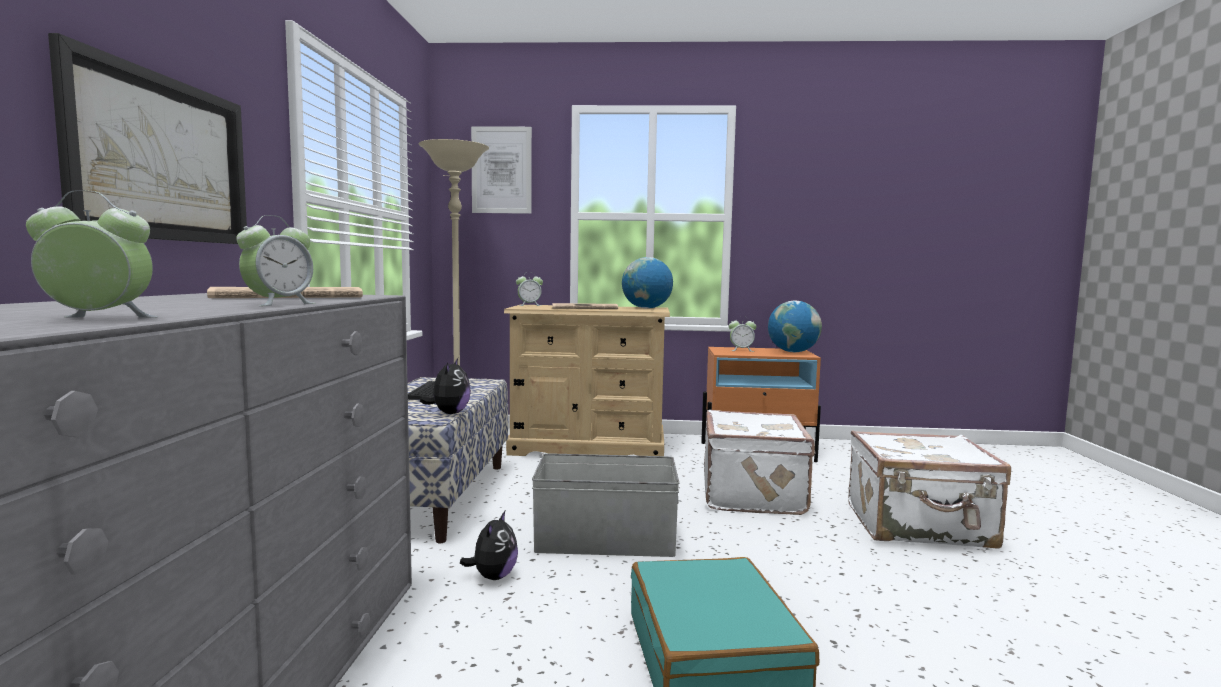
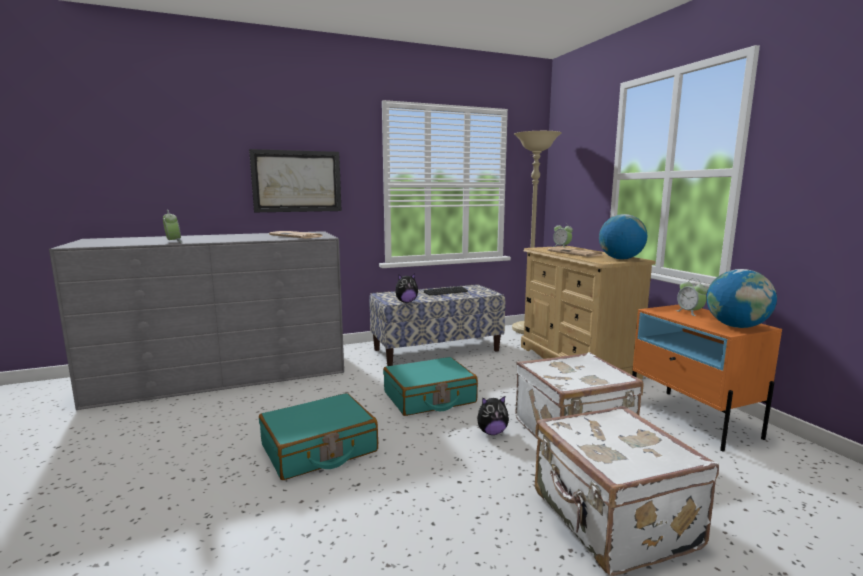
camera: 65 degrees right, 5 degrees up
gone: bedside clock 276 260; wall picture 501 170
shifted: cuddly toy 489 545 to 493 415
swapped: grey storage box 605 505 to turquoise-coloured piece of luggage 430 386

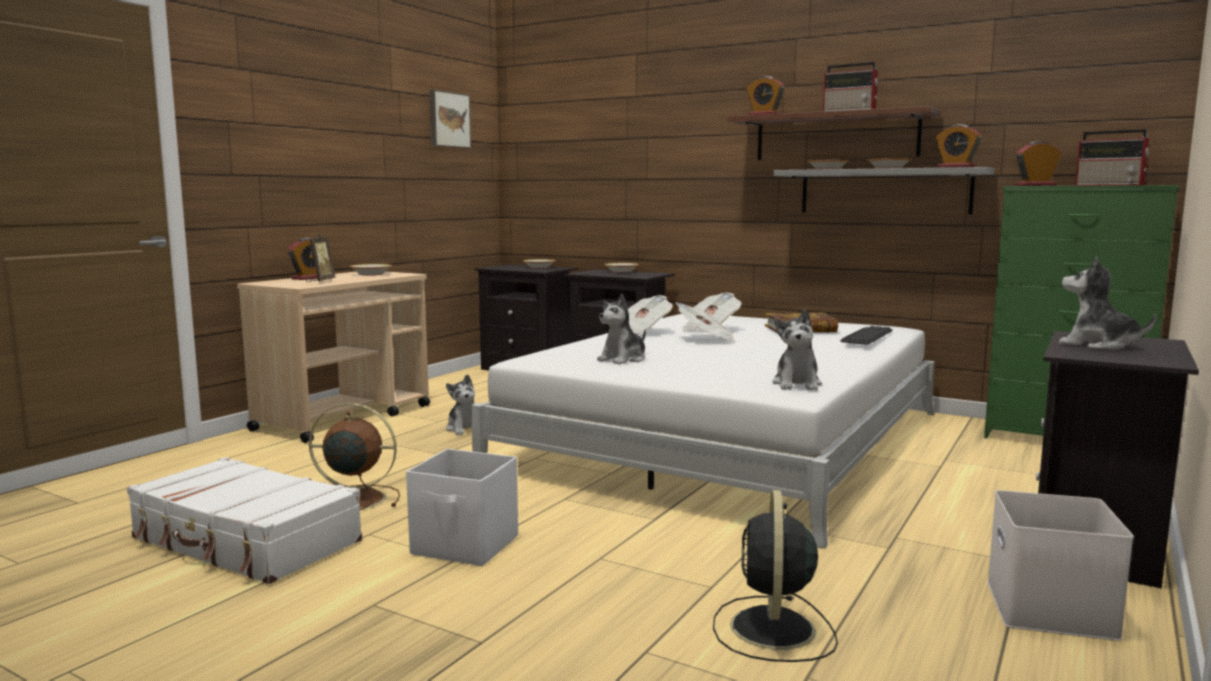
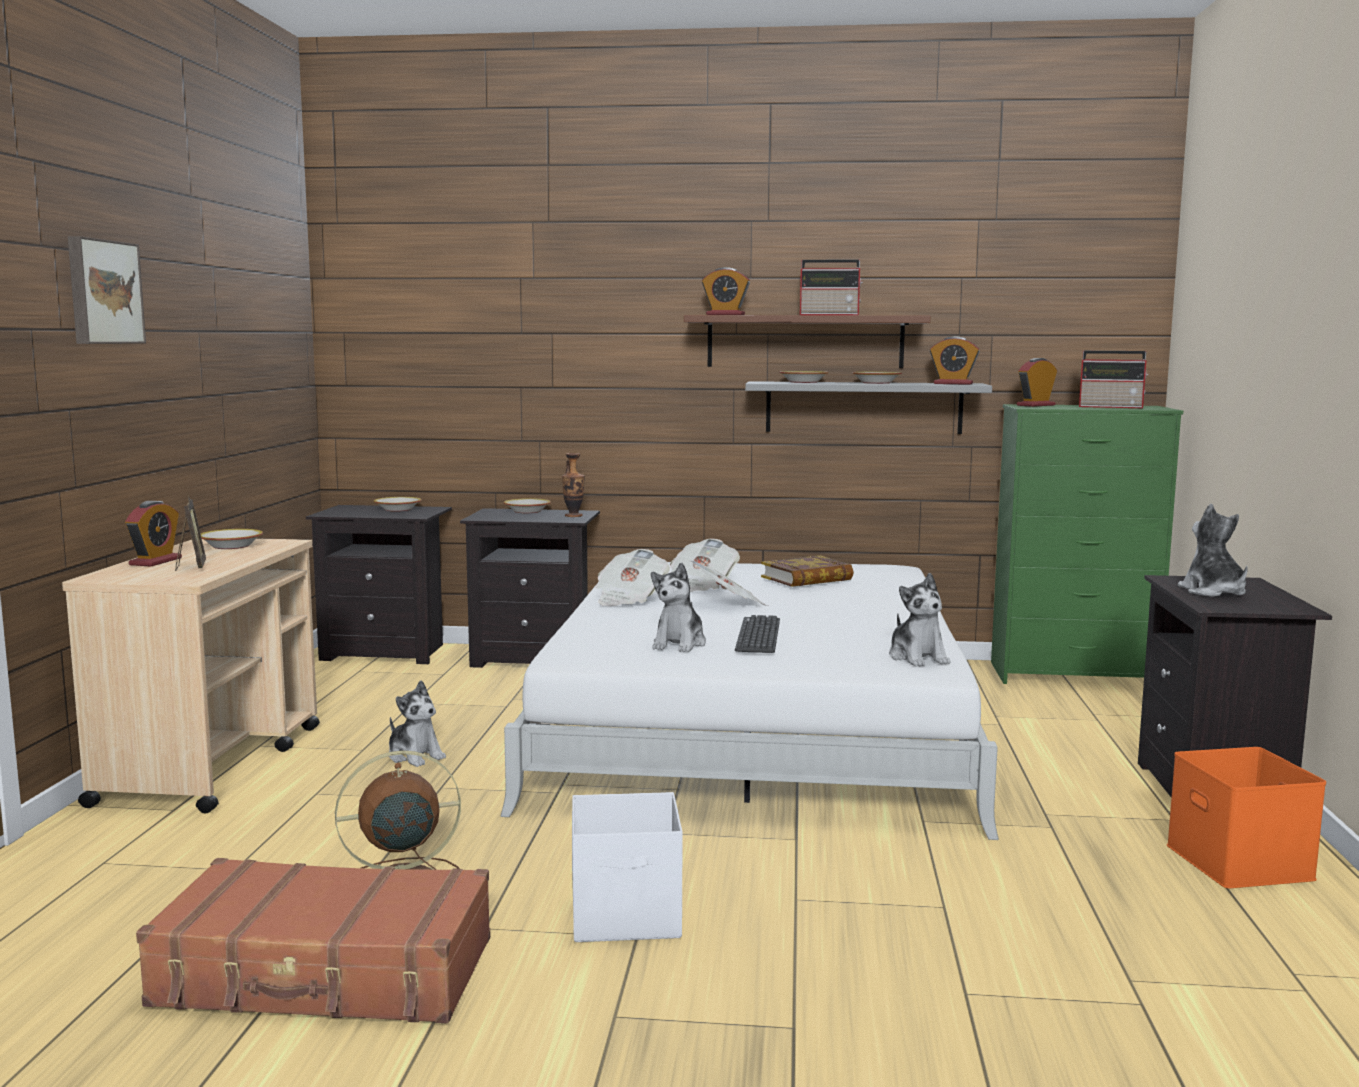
camera: 25 degrees left, 0 degrees up
gone: black-coloured fan 775 576
new: flower vase 573 485
shifted: wall picture 450 119 to 107 290; computer keyboard 866 335 to 757 634
repainted: white piece of luggage 244 520 to brown piece of luggage 313 941; white storage box 1060 565 to orange-coloured storage box 1246 817
rotated: cuddly toy 1107 303 = 1213 550 60 degrees clockwise

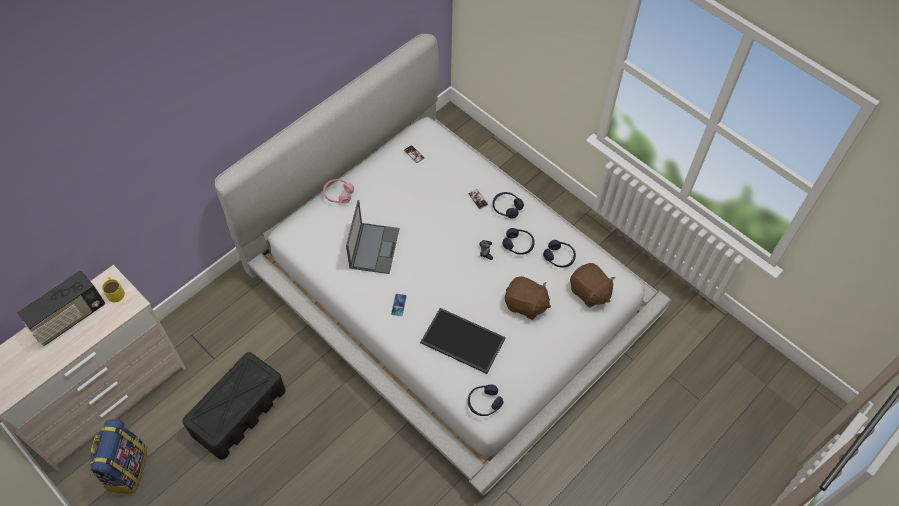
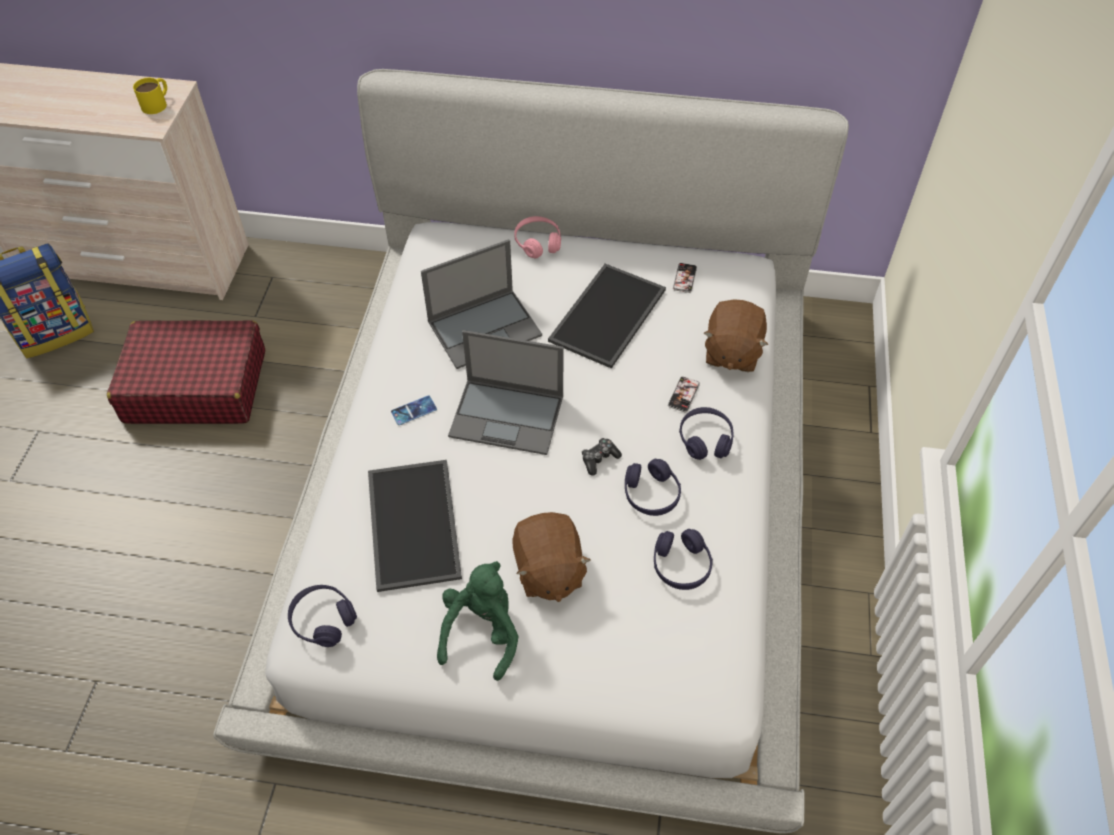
camera: 55 degrees right, 5 degrees down
gone: radio 61 308
new: greenish cuddly toy 478 621; portable computer 506 392; tray 607 316
shifted: brown cuddly toy 592 285 to 736 335
swapped: black-coloured storage box 234 406 to reddish piece of luggage 186 372

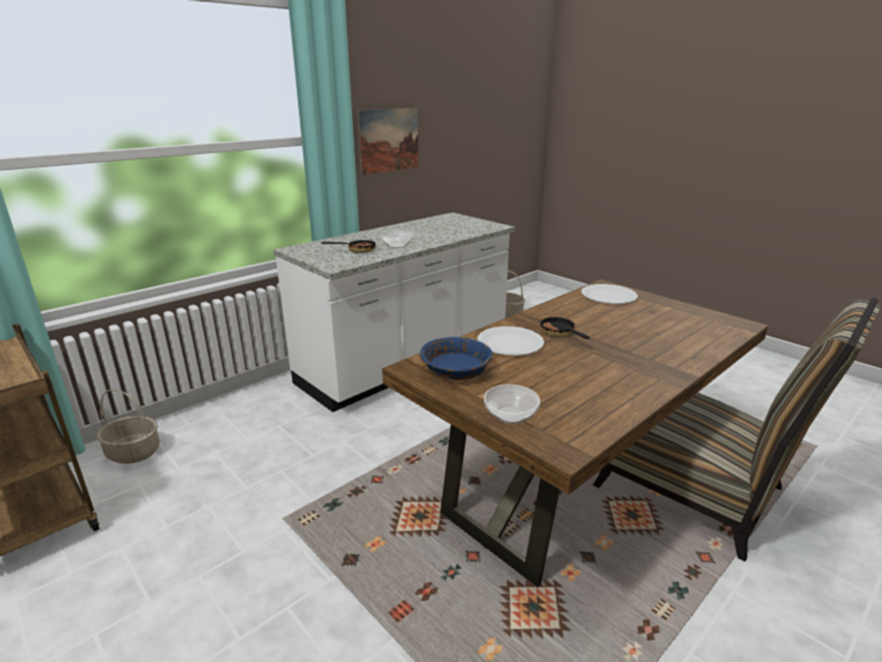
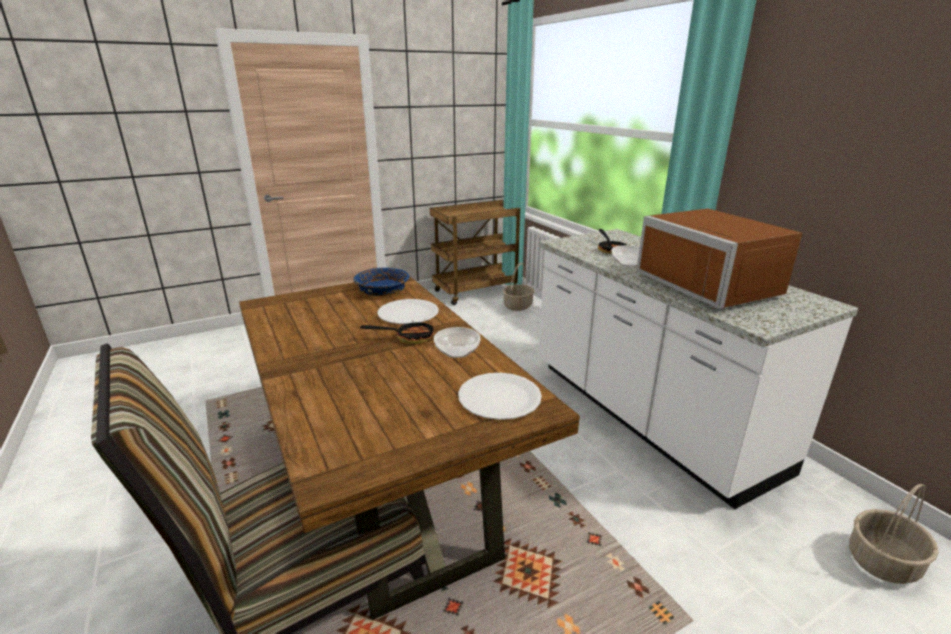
camera: 105 degrees right, 0 degrees up
gone: wall picture 388 141
new: brown kitchen microwave 719 259
shifted: serving bowl 512 404 to 457 342

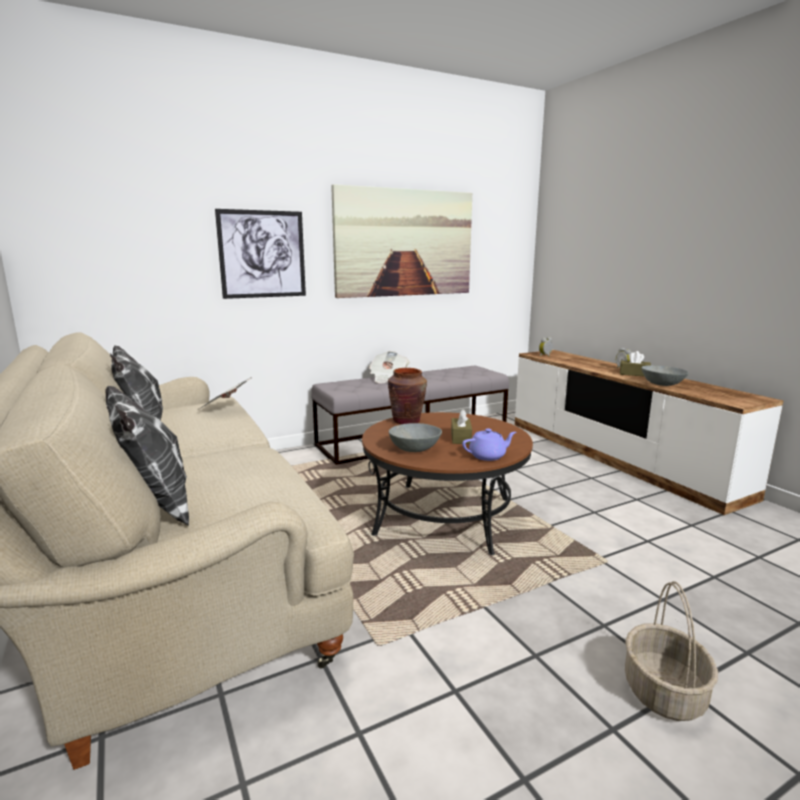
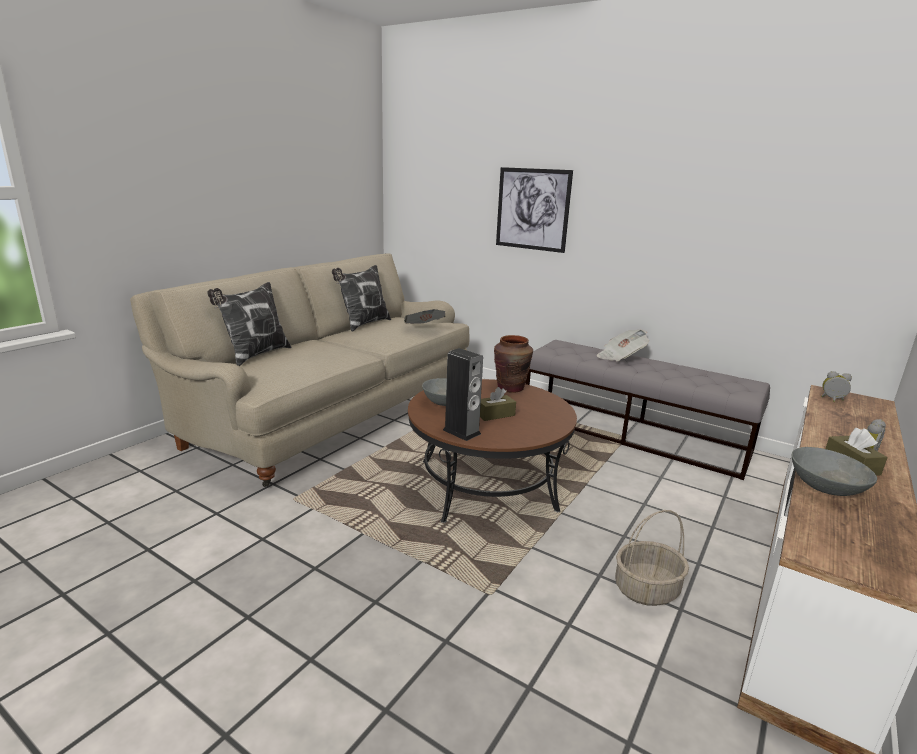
camera: 60 degrees right, 5 degrees up
gone: wall picture 401 241
shifted: household basket 671 651 to 652 558
swapped: purple pot for tea 489 445 to speaker 463 394

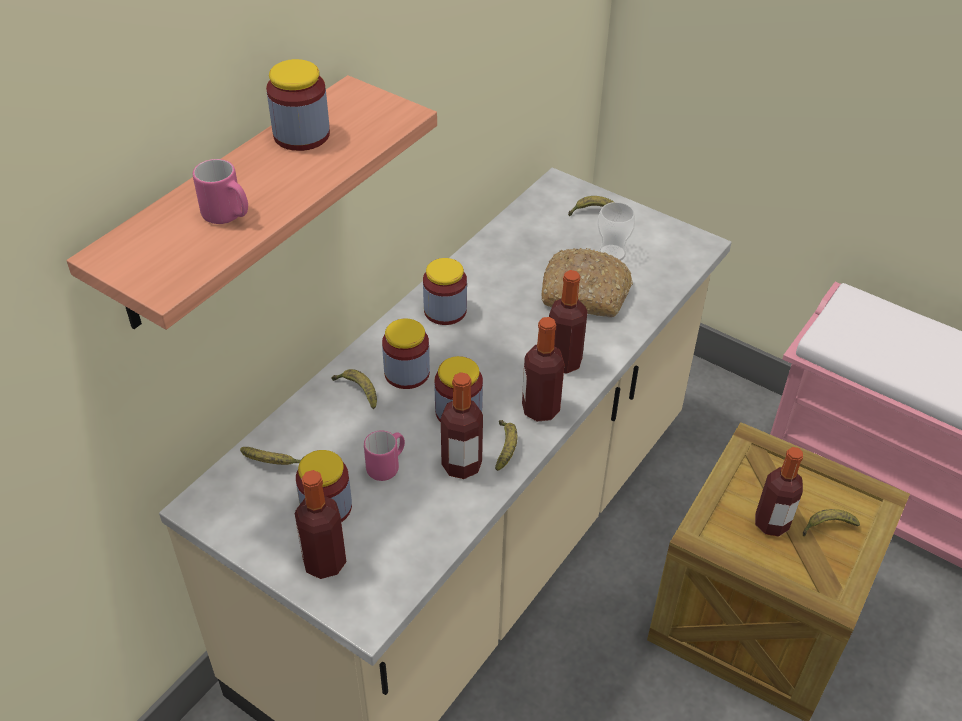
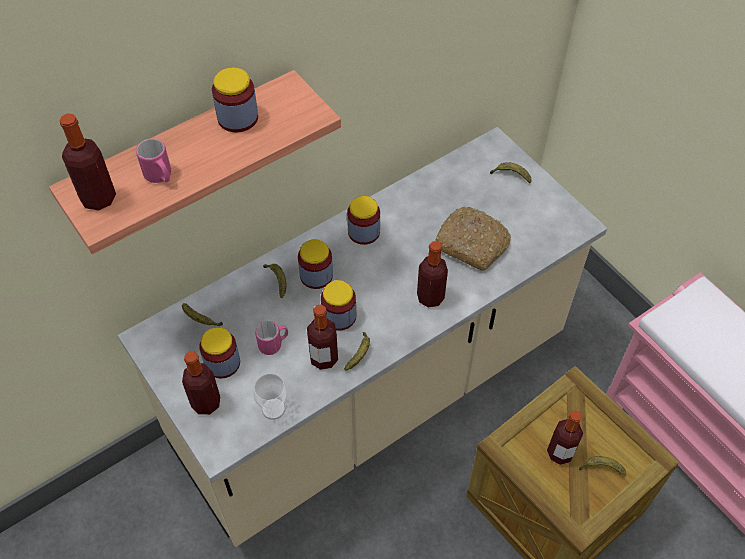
camera: 20 degrees right, 10 degrees up
shifted: beverage bottle 543 369 to 88 162; cup 616 231 to 270 396

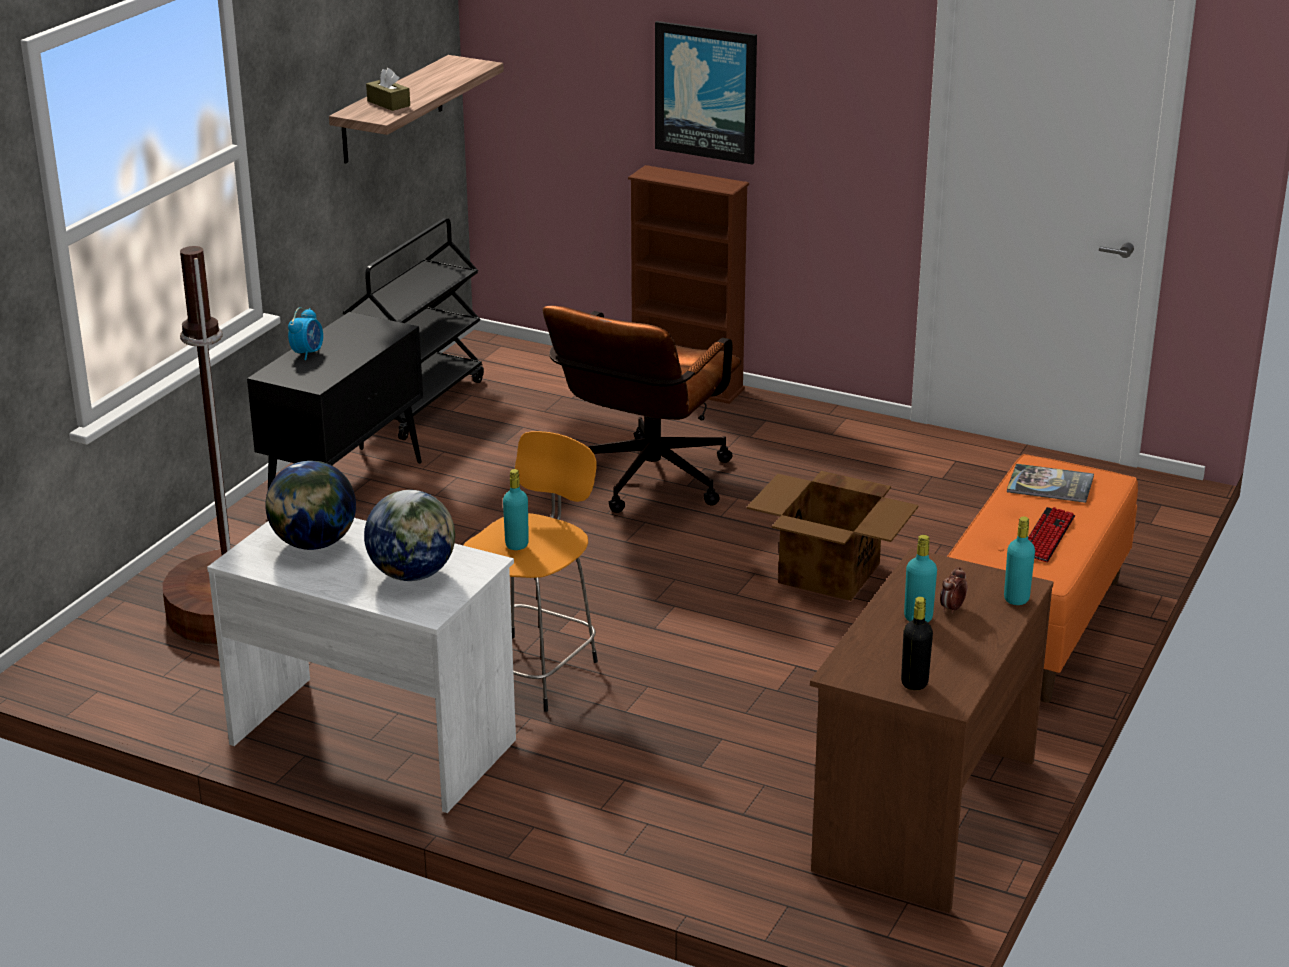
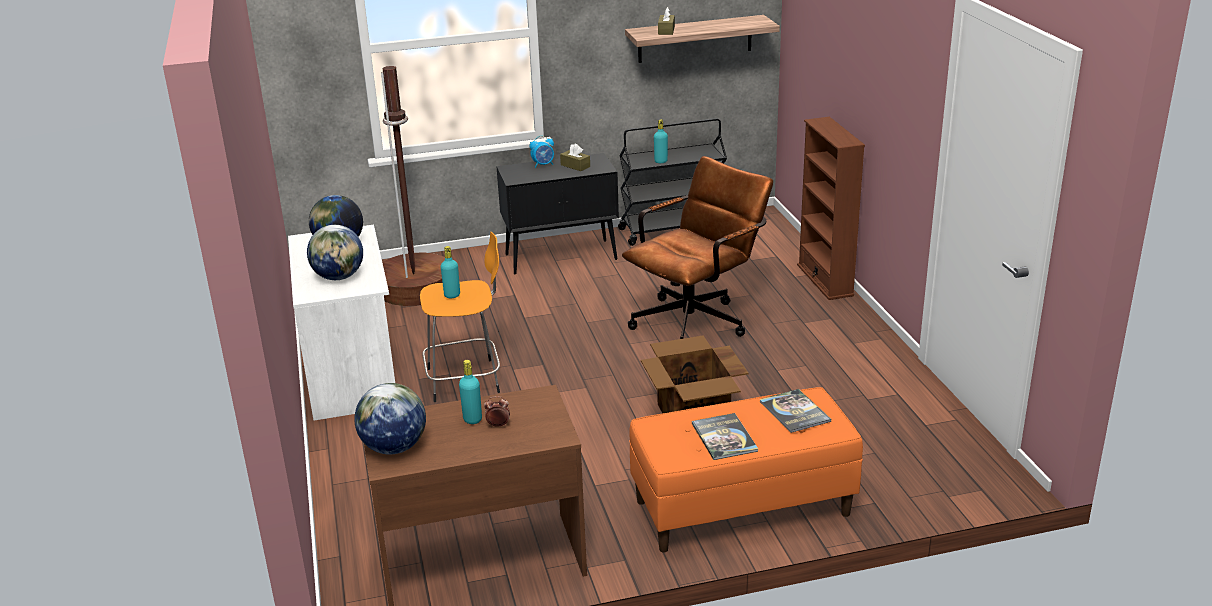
camera: 50 degrees right, 0 degrees up
gone: wall picture 706 93
new: brown box of tissues 575 157
shifted: turquoise-coloured beverage bottle 1019 561 to 661 141
swapped: black-coloured beverage bottle 917 643 to world globe 390 418; computer keyboard 1051 534 to book 725 436
rotated: brown desk chair 642 409 = 697 247 150 degrees clockwise

